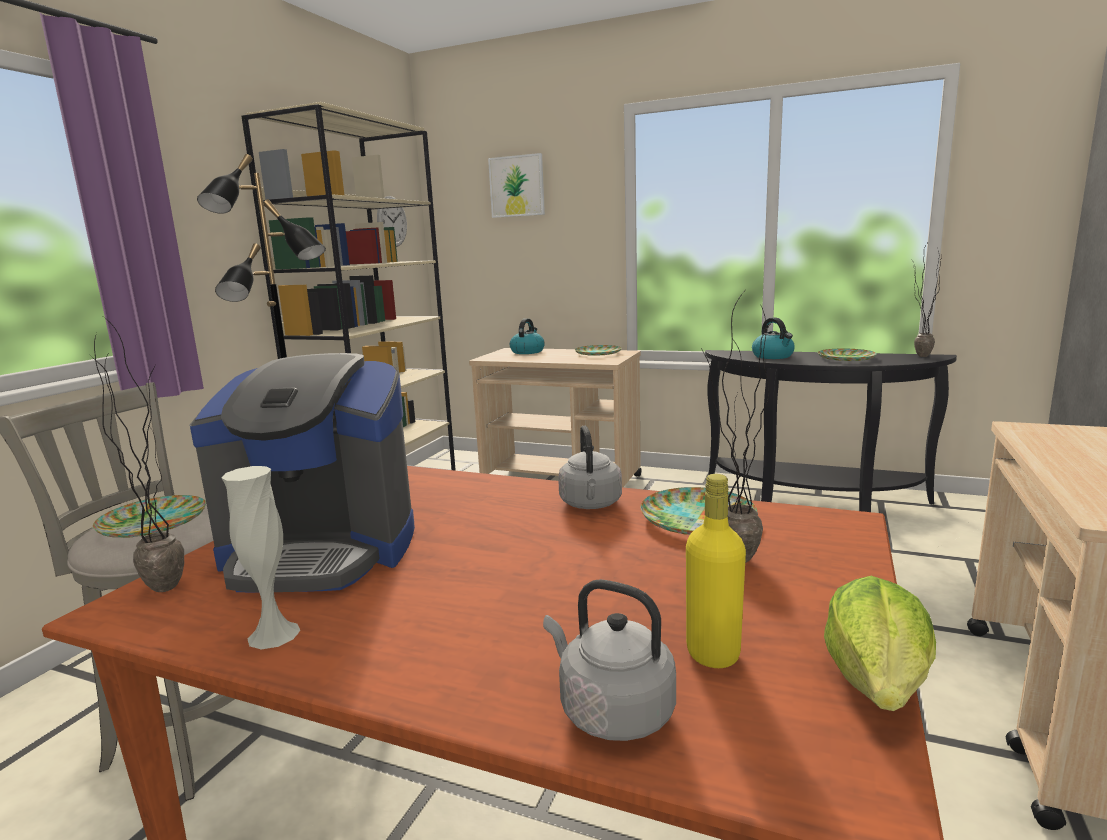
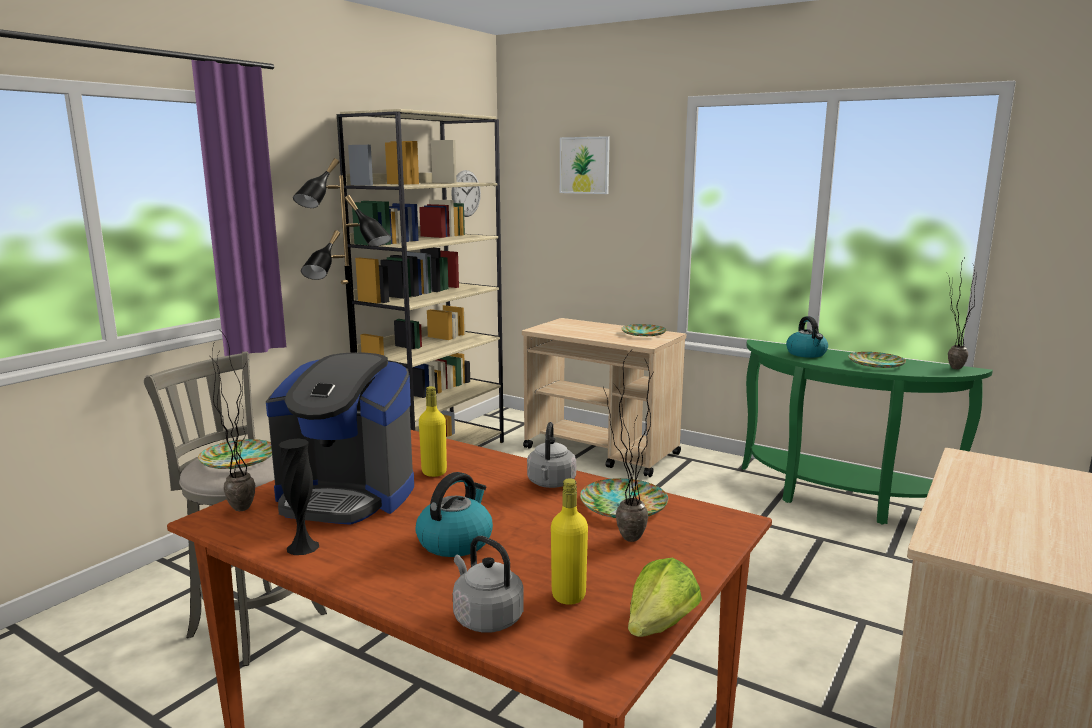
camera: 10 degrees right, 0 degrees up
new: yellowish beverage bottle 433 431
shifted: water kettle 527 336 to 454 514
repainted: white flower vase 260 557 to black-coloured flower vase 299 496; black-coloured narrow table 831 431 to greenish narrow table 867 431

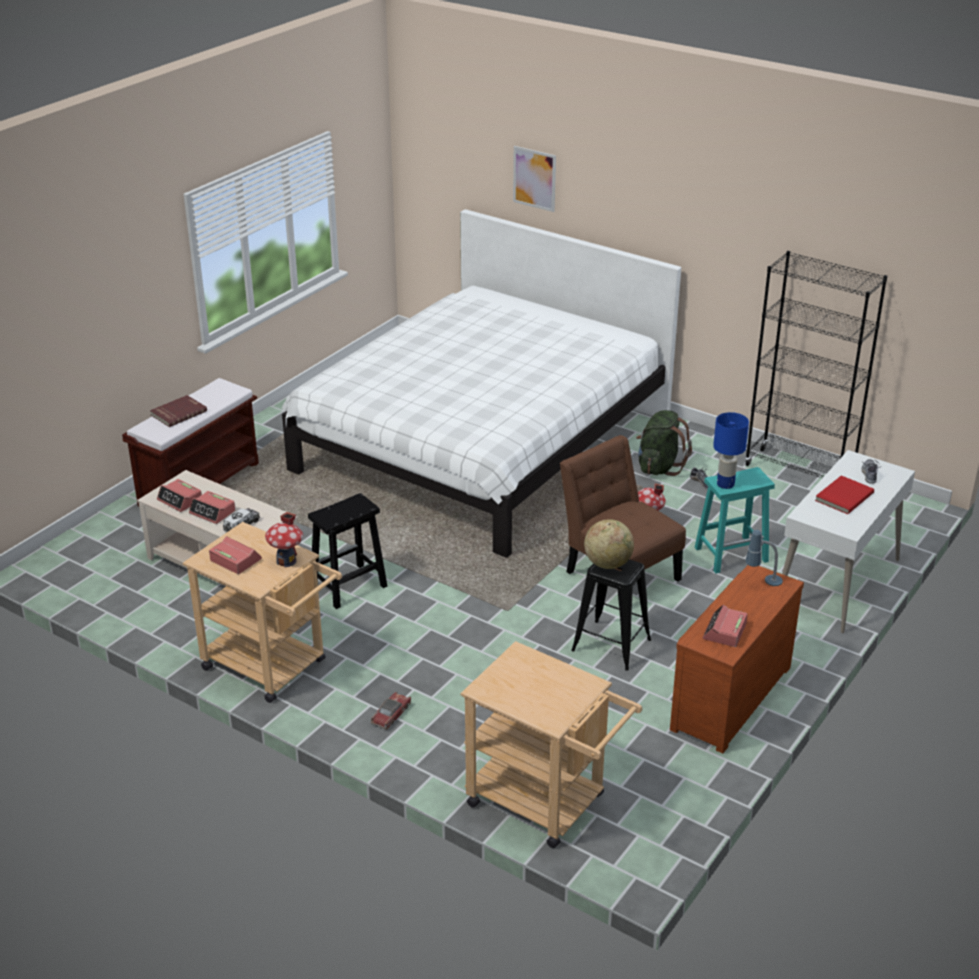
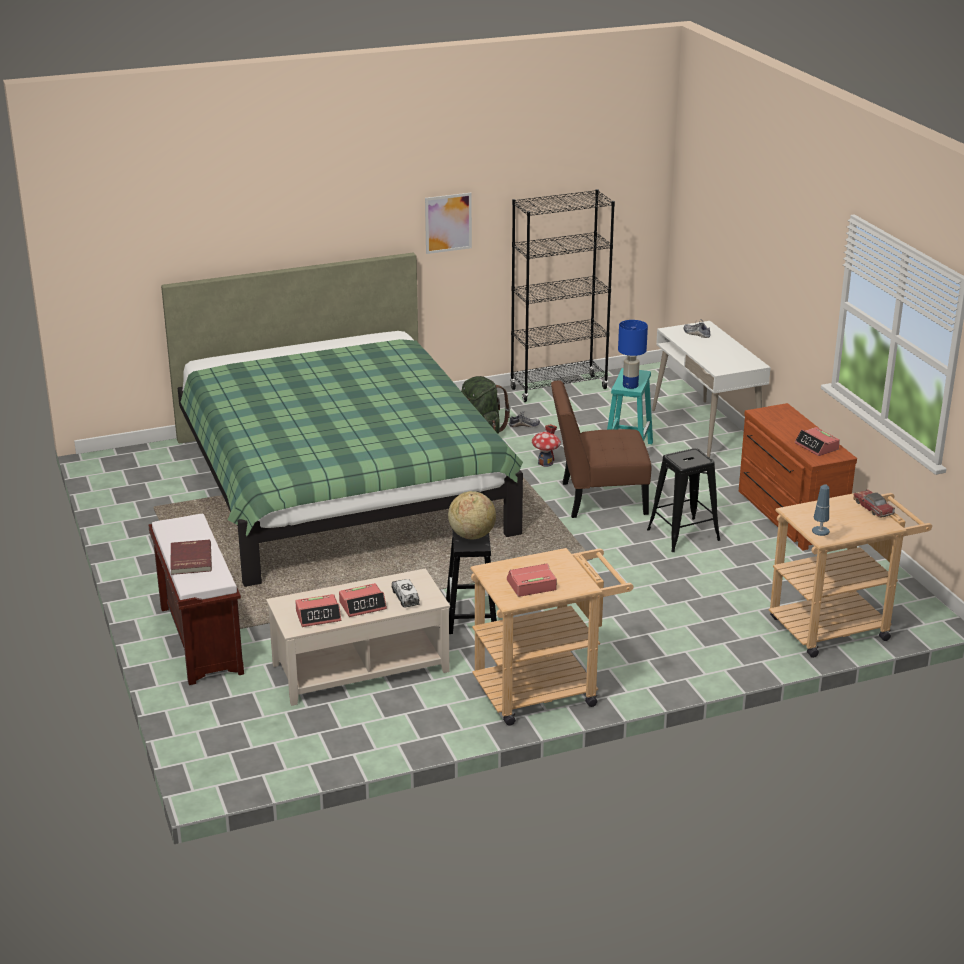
camera: 55 degrees left, 5 degrees down
gone: miniature house 284 539; reddish book 844 495
shifted: miniature car 391 711 to 874 503; wall picture 534 179 to 448 223; world globe 609 544 to 472 515; lamp for a table 764 558 to 821 510
repainted: white bed 481 383 to greenish bed 342 420

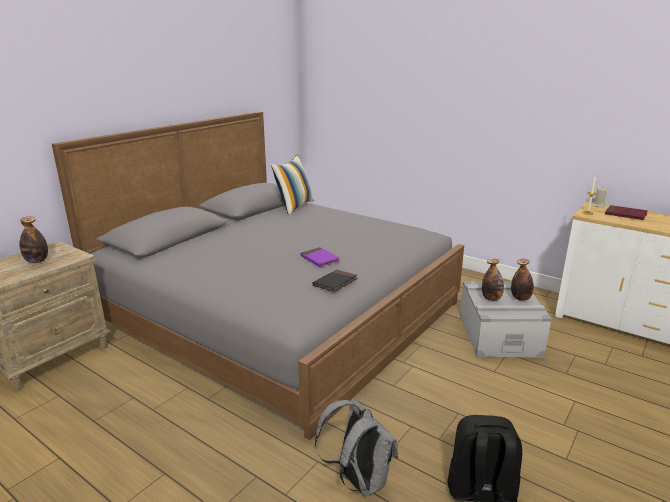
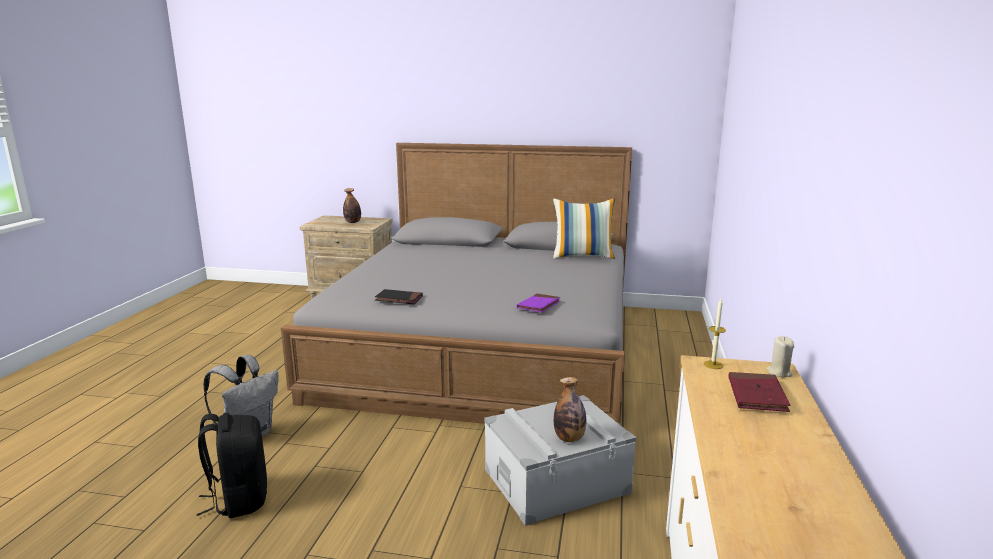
camera: 65 degrees right, 5 degrees down
gone: beverage bottle 493 280
shifted: purple book 320 257 to 539 303

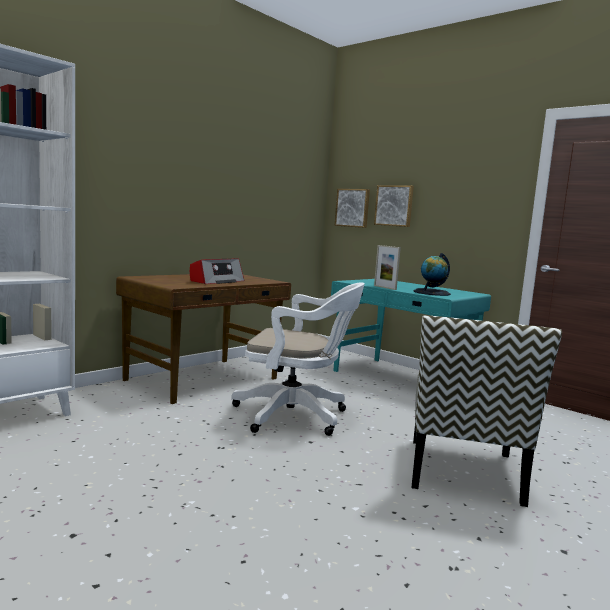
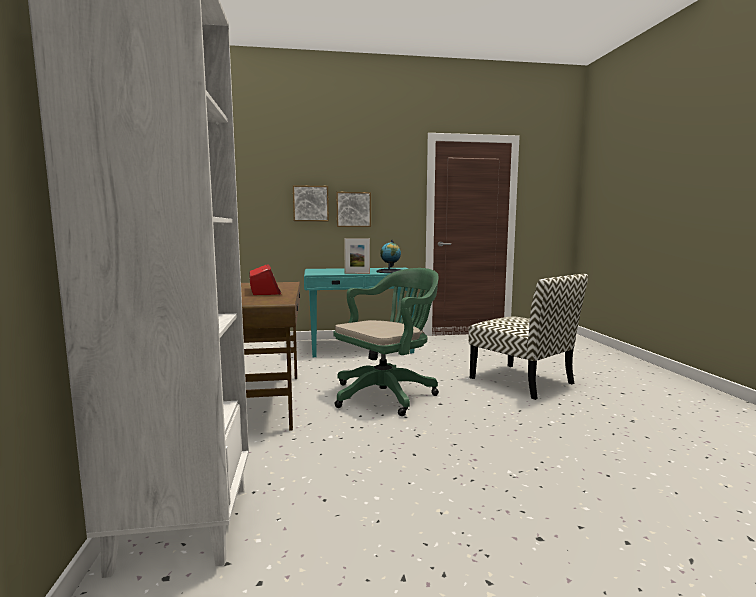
camera: 50 degrees left, 0 degrees up
shifted: wall picture 352 208 to 353 209
repainted: white desk chair 298 359 to greenish desk chair 386 342

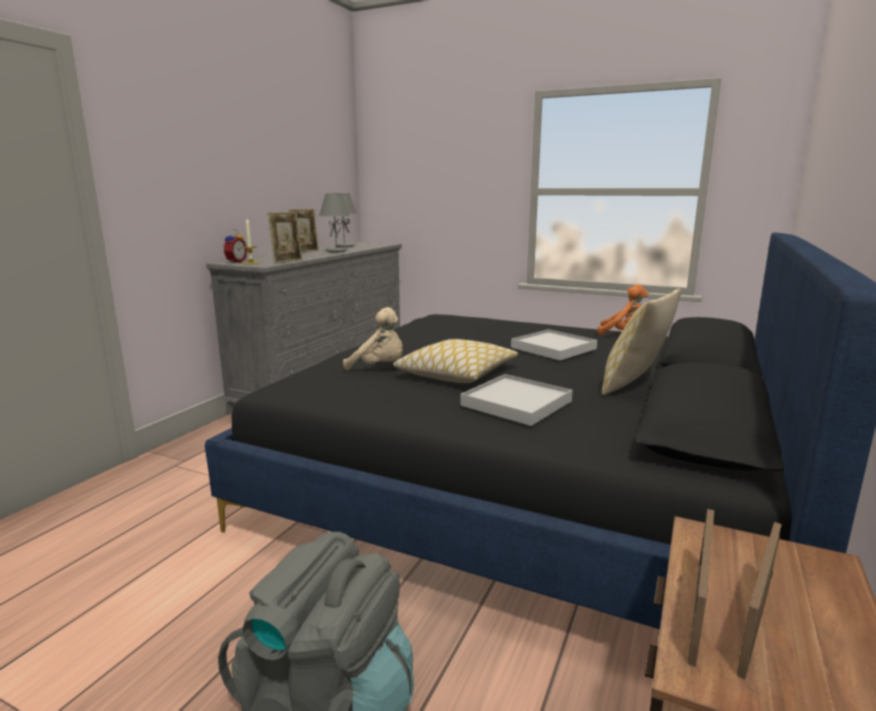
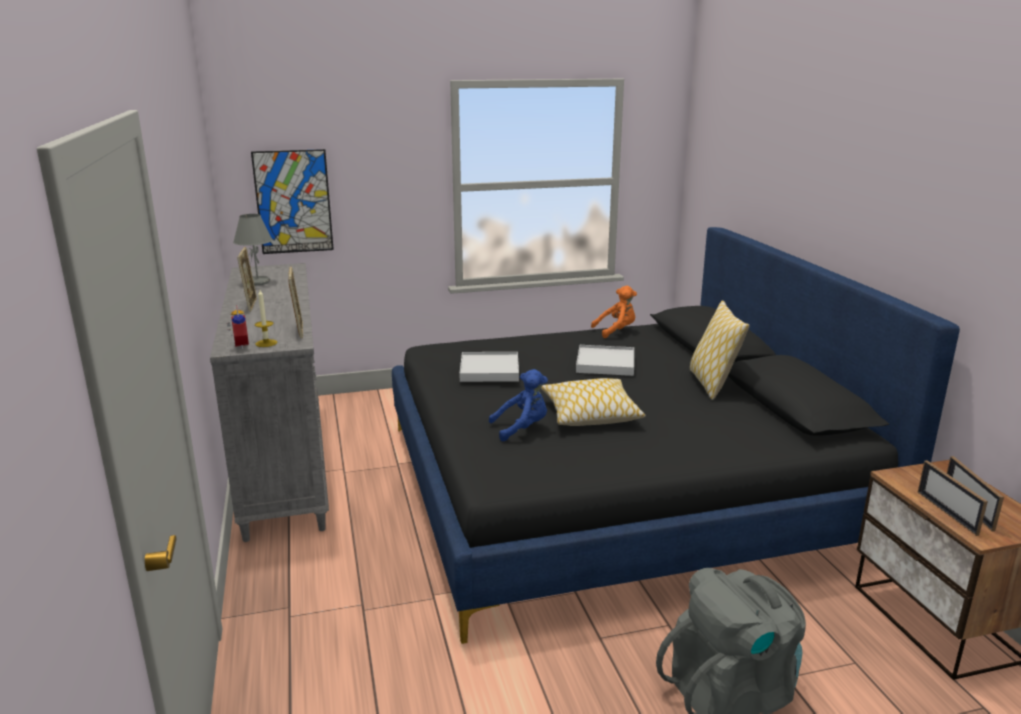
camera: 40 degrees left, 5 degrees up
gone: grey lamp for a table 335 223
new: wall picture 292 201
shifted: white tray 516 400 to 489 367
repainted: beige-coloured cuddly toy 372 339 to blue-coloured cuddly toy 518 405

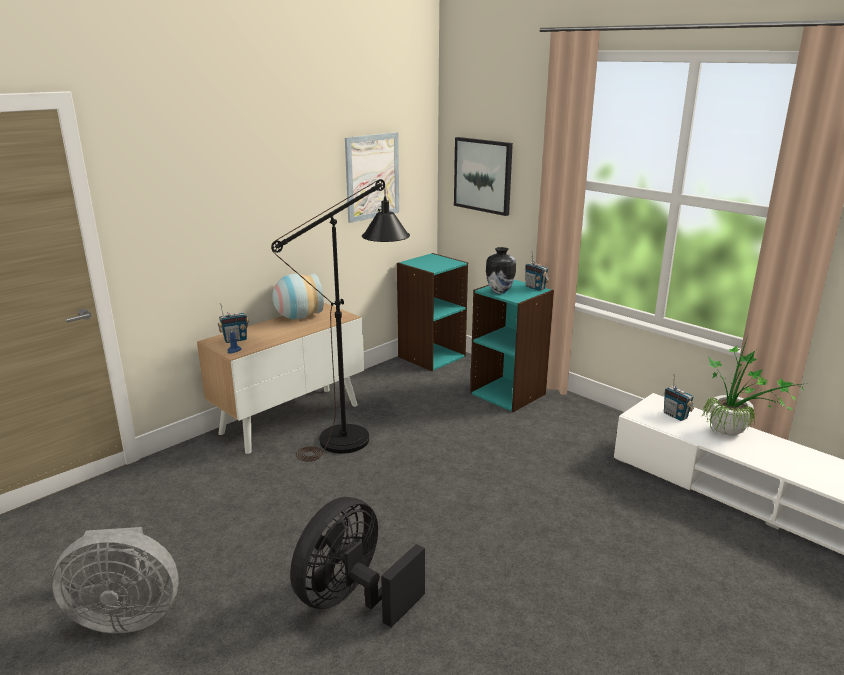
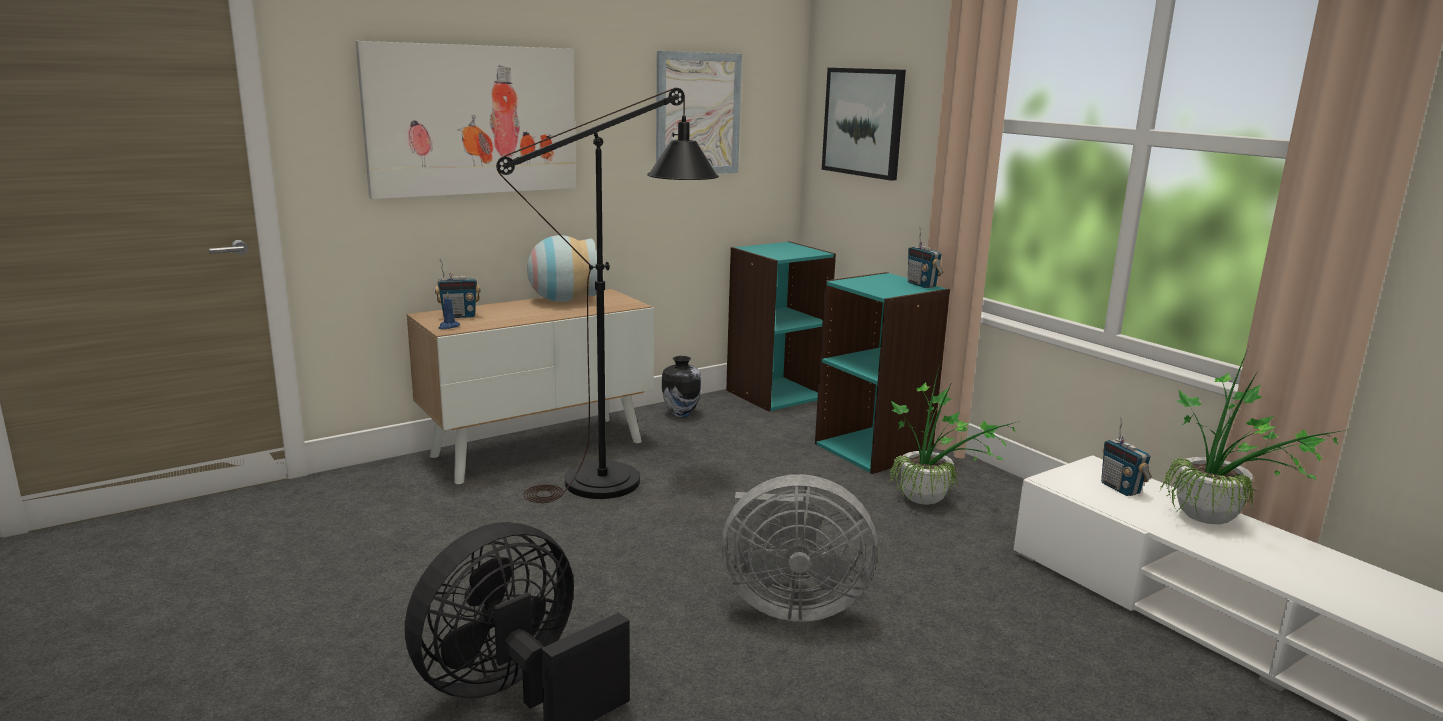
camera: 10 degrees right, 5 degrees down
new: wall picture 466 120; potted plant 954 434
shifted: grey fan 115 580 to 799 548; flower vase 501 270 to 681 386

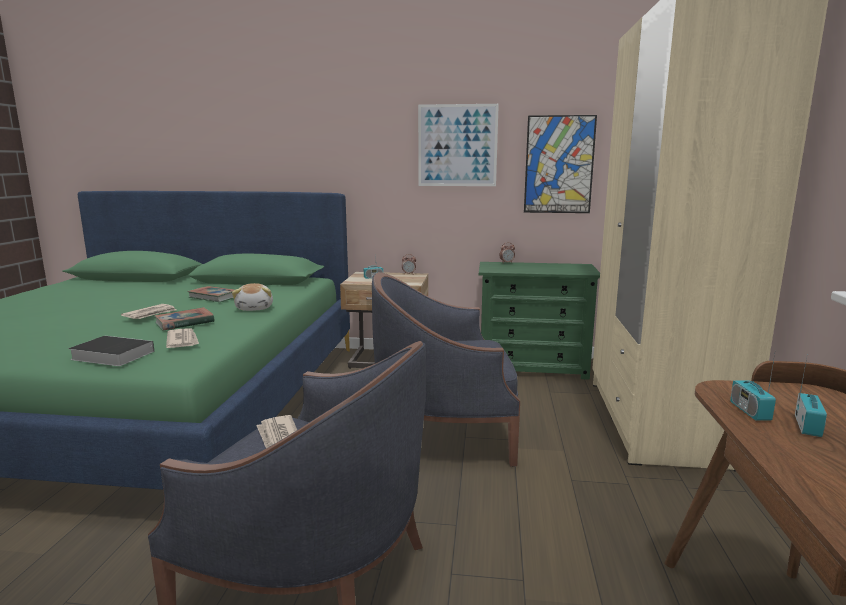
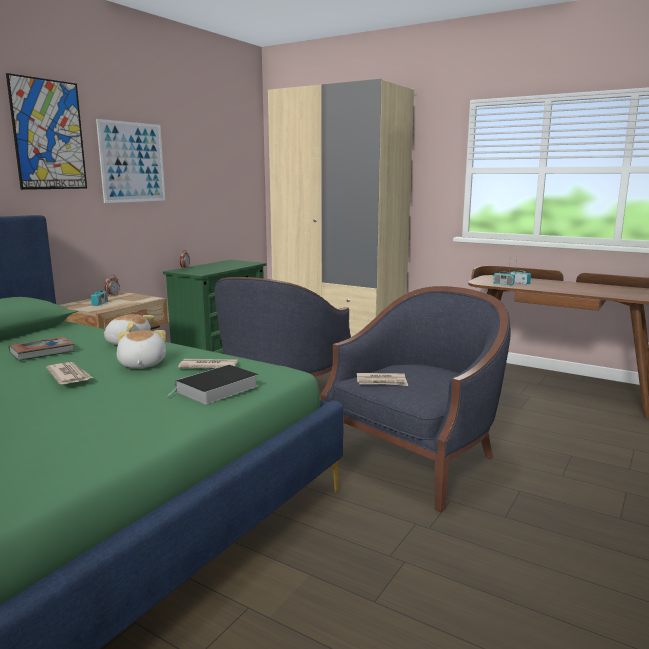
camera: 65 degrees left, 0 degrees up
shifted: wall picture 560 164 to 46 131
swapped: book 184 319 to cuddly toy 141 349

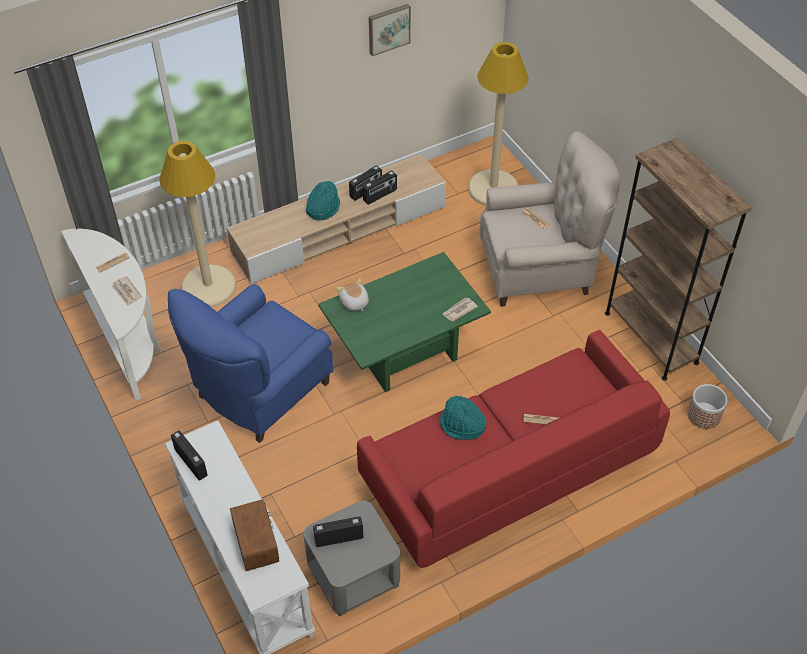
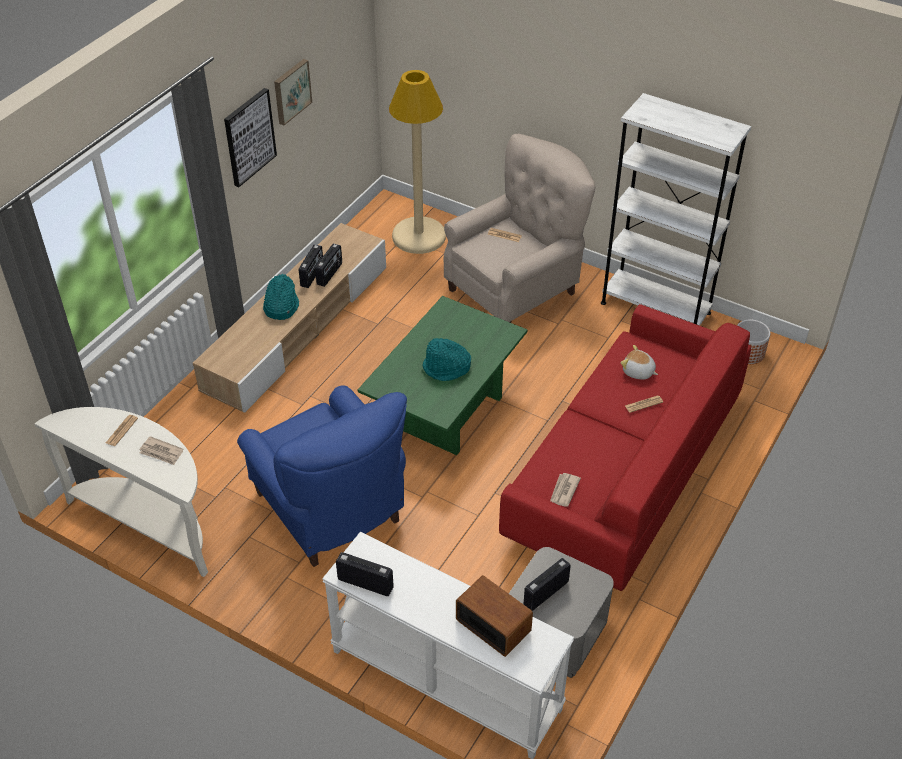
camera: 30 degrees left, 5 degrees down
gone: beige-coloured standing lamp 198 224
new: wall picture 250 137
shifted: cuddly toy 352 294 to 639 362; turquoise-coloured clothing hat 463 417 to 447 359; printed paper 460 309 to 565 490
repainted: brown bookshelf 678 259 to white bookshelf 676 209
rotated: blue-coloured lounge chair 251 363 = 322 476 45 degrees counterclockwise

